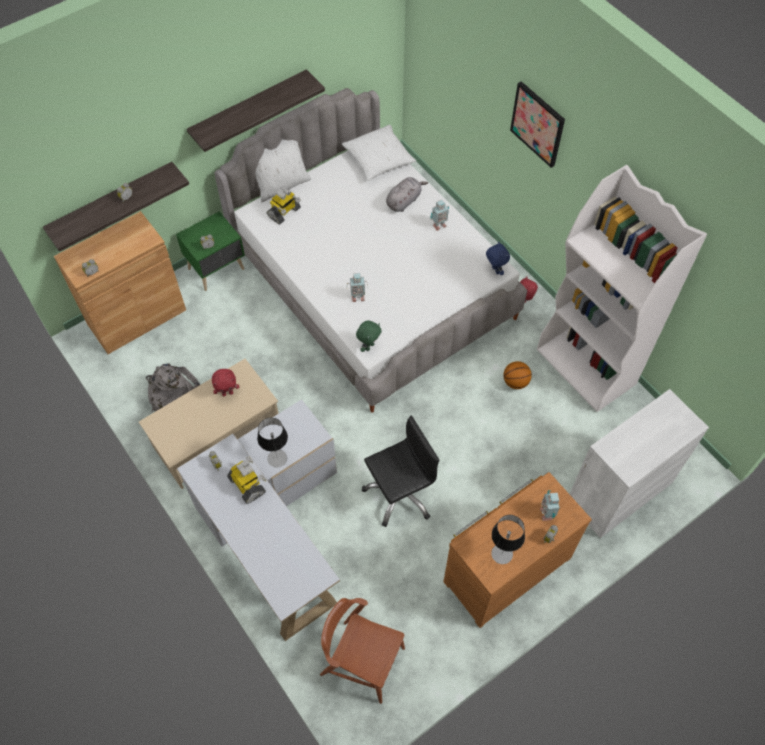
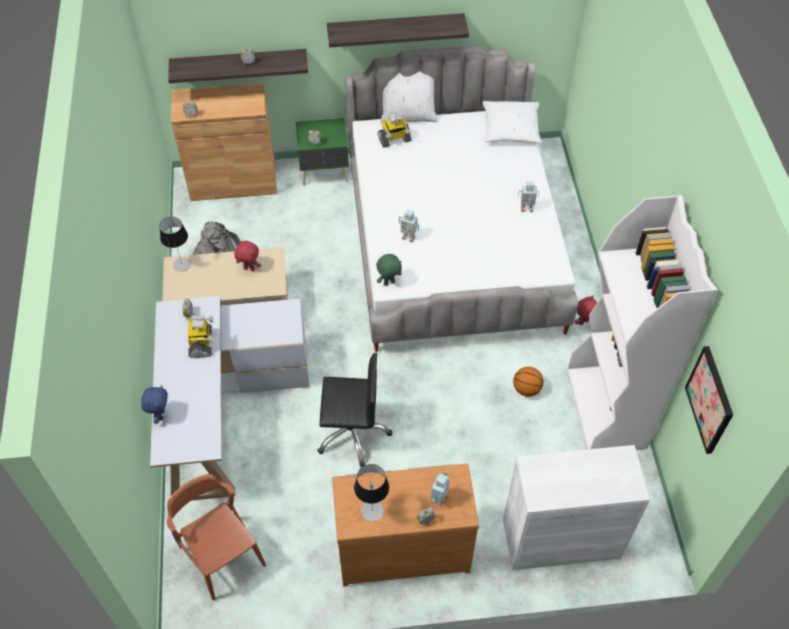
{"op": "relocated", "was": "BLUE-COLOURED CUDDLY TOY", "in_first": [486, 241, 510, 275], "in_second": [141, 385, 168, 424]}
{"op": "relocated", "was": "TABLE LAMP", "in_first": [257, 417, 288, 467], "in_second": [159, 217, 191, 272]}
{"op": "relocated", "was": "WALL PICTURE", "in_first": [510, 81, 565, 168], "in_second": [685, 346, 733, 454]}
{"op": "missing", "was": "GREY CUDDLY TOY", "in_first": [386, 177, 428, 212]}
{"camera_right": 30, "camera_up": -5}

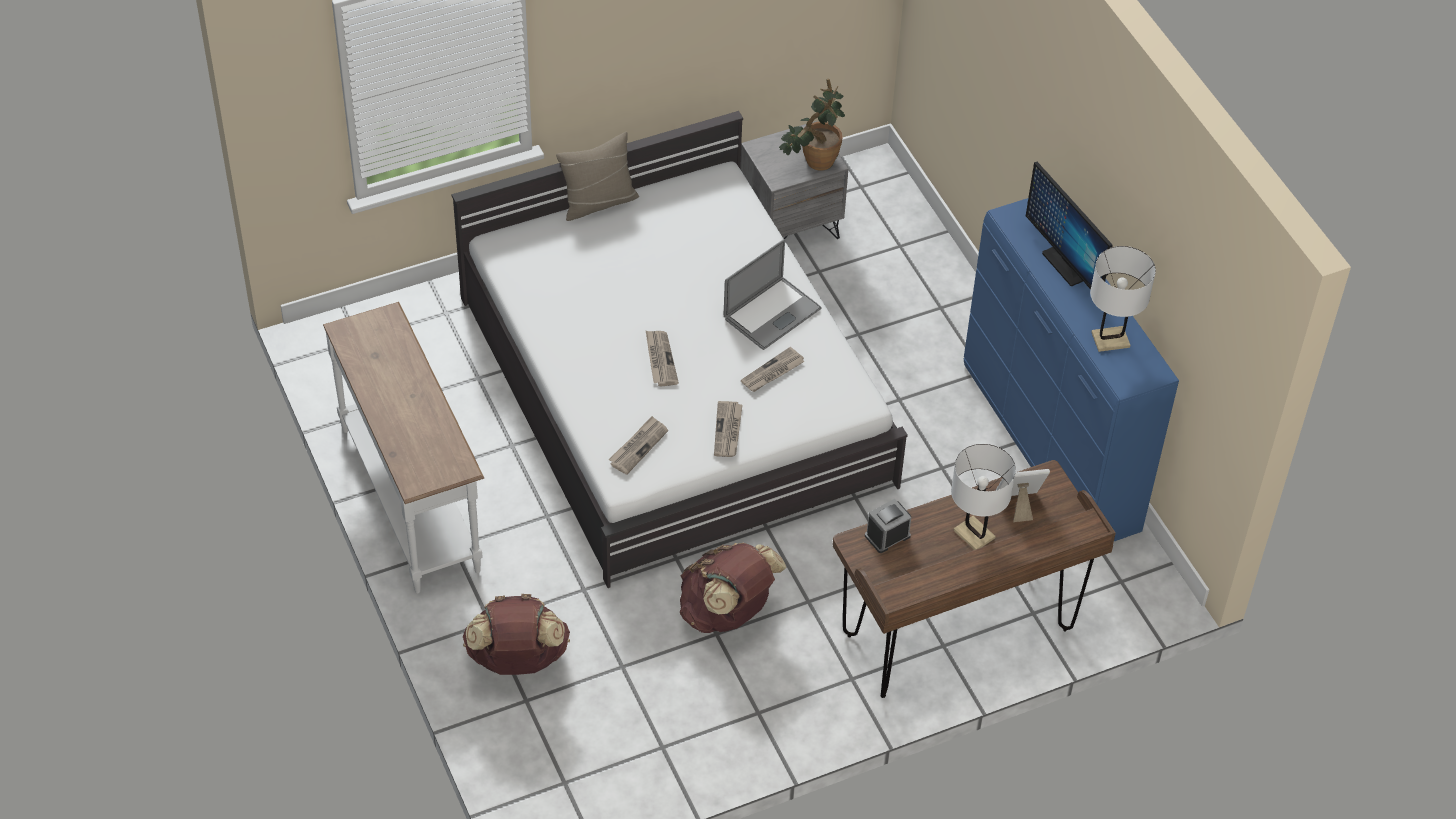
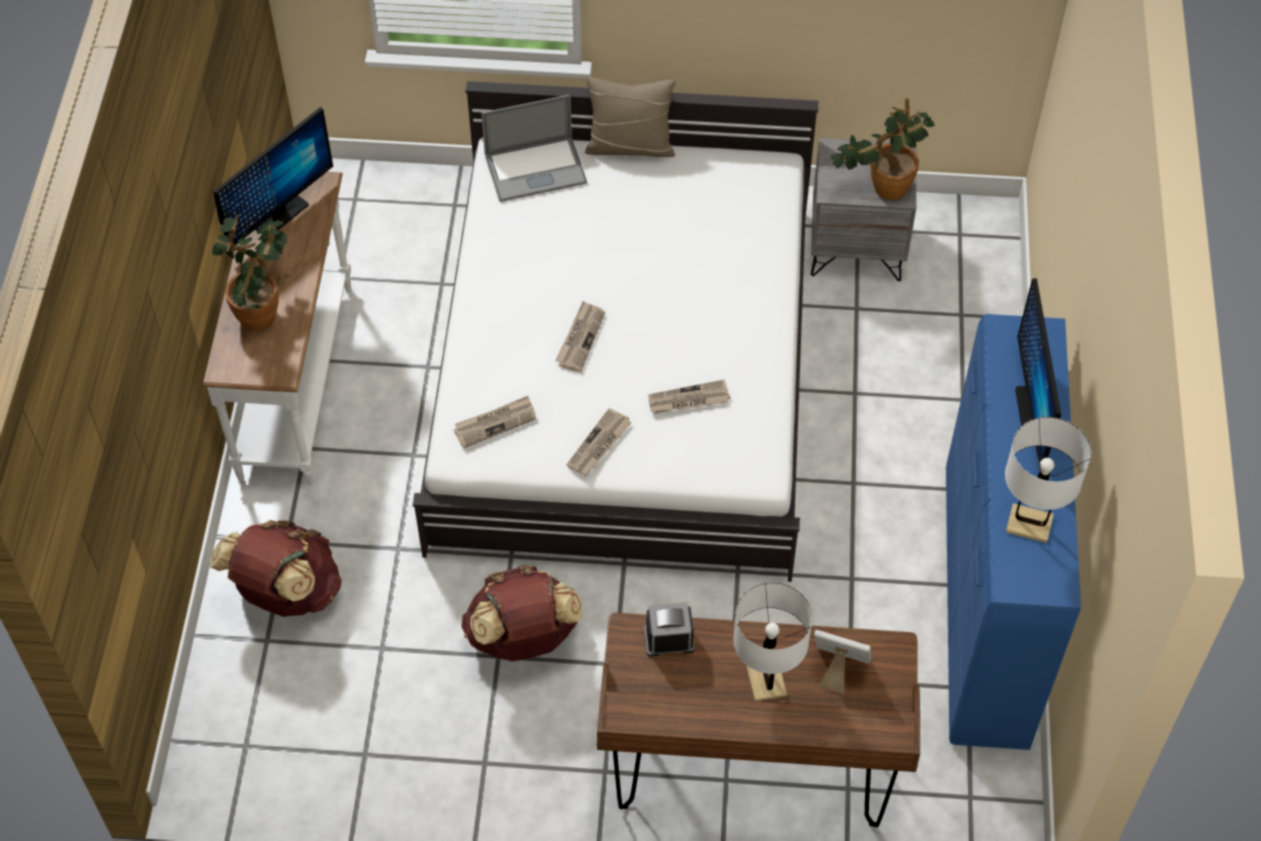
{"op": "appeared", "now": "PLANT IN A POT", "in_second": [212, 215, 288, 331]}
{"op": "appeared", "now": "COMPUTER DISPLAY", "in_second": [213, 107, 333, 250]}
{"op": "relocated", "was": "LAPTOP", "in_first": [724, 239, 821, 350], "in_second": [481, 95, 587, 202]}
{"camera_right": 30, "camera_up": 5}

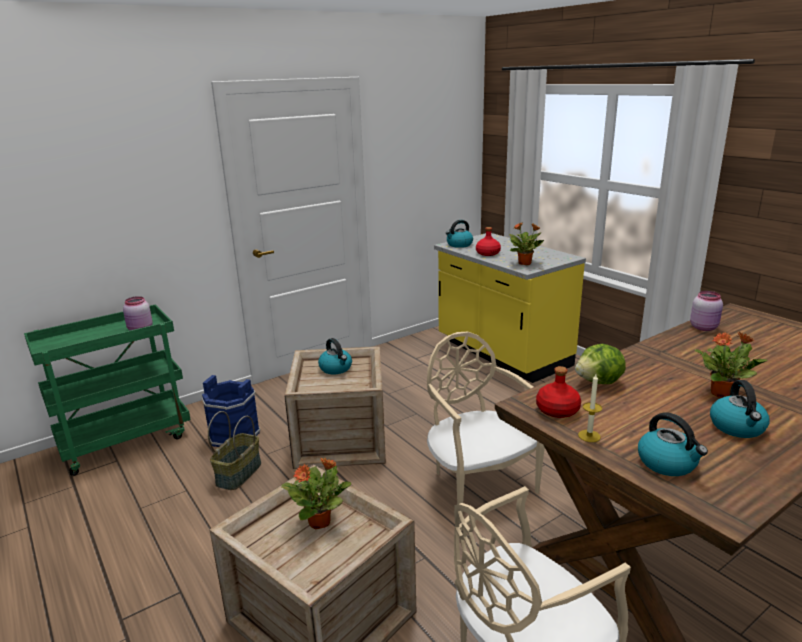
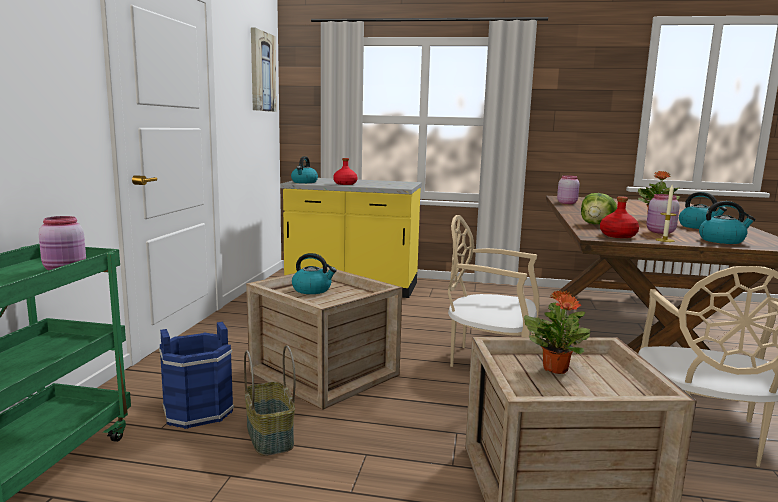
{"op": "appeared", "now": "WALL PICTURE", "in_second": [251, 28, 276, 112]}
{"op": "appeared", "now": "PINKISH PRESERVE JAR", "in_second": [647, 194, 680, 234]}
{"op": "missing", "was": "PLANT IN A POT", "in_first": [509, 222, 544, 265]}
{"camera_right": -45, "camera_up": -10}

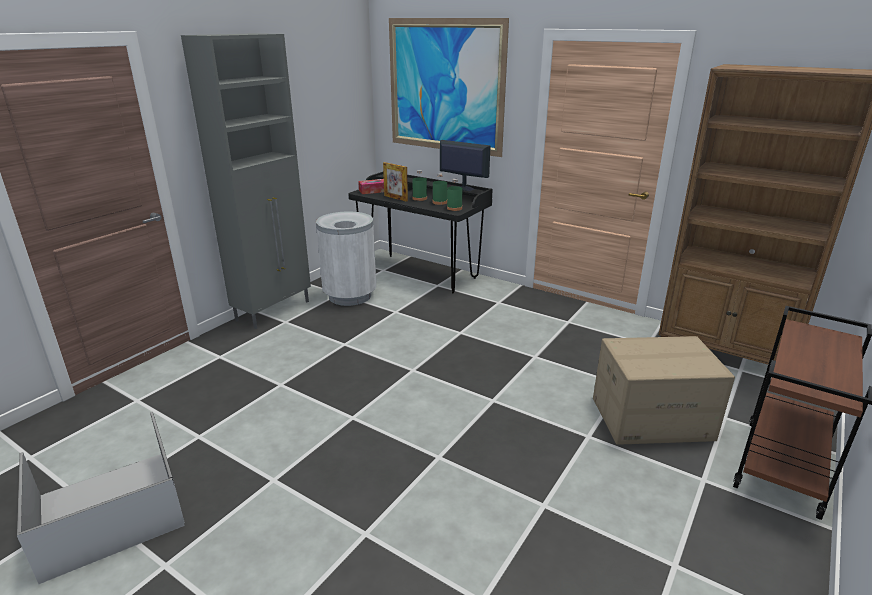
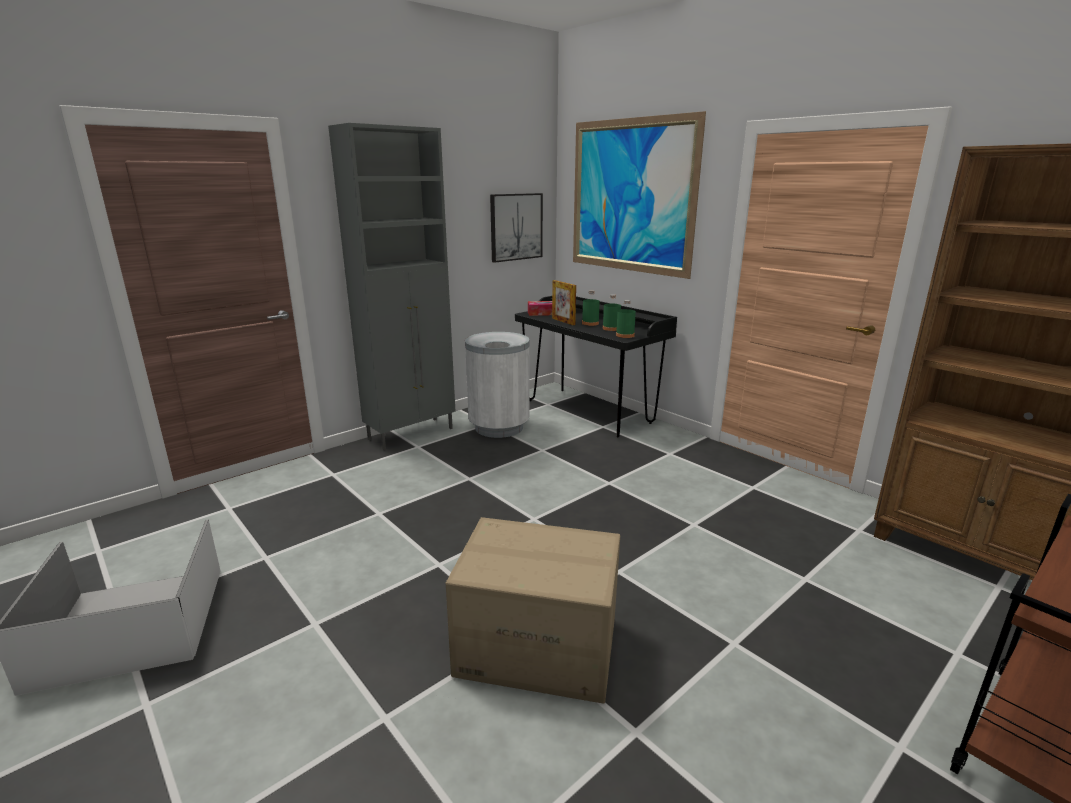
{"op": "relocated", "was": "CARTON", "in_first": [593, 336, 735, 445], "in_second": [446, 517, 620, 704]}
{"op": "appeared", "now": "WALL PICTURE", "in_second": [490, 193, 543, 262]}
{"op": "missing", "was": "COMPUTER DISPLAY", "in_first": [440, 140, 490, 191]}
{"camera_right": 15, "camera_up": -5}

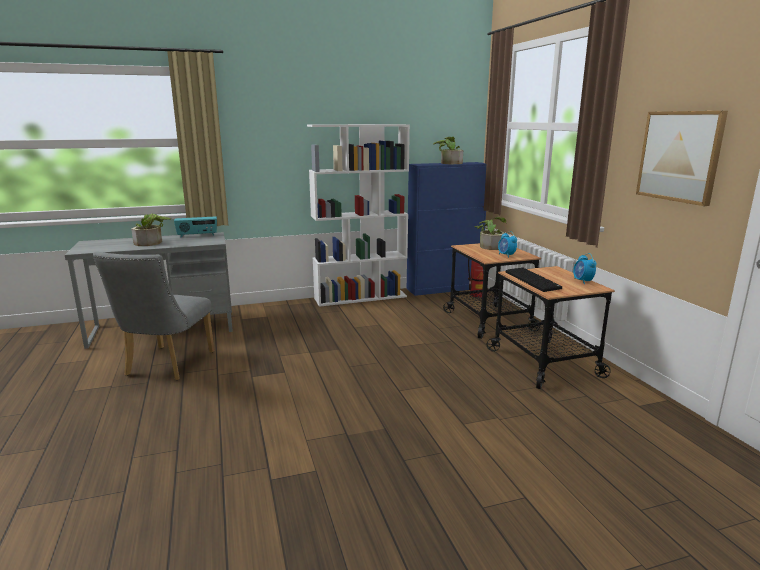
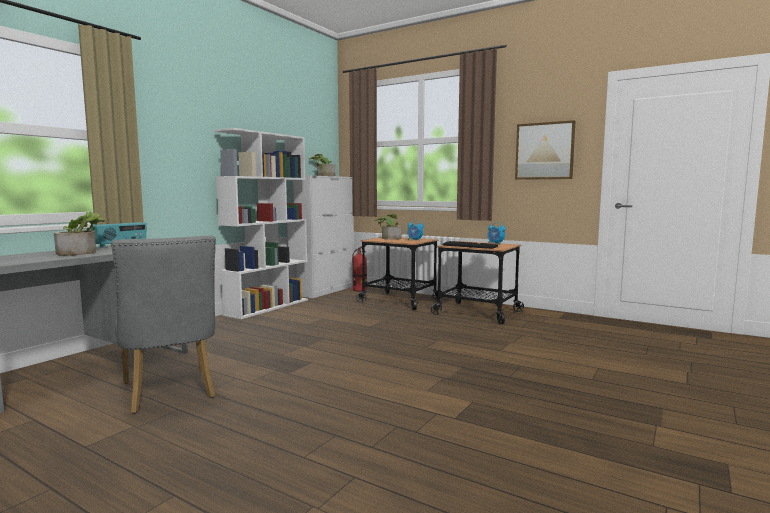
{"op": "colour", "was": "BLUE-COLOURED STORAGE CABINET", "now": "WHITE-COLOURED STORAGE CABINET", "in_first": [407, 162, 486, 296], "in_second": [293, 175, 354, 298]}
{"camera_right": -40, "camera_up": -10}

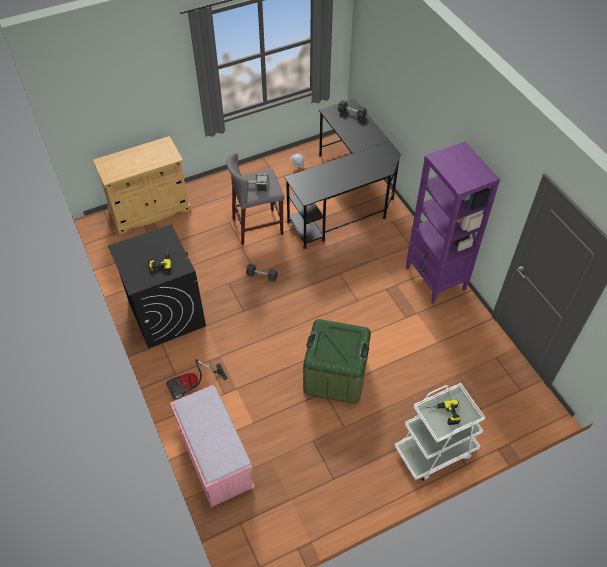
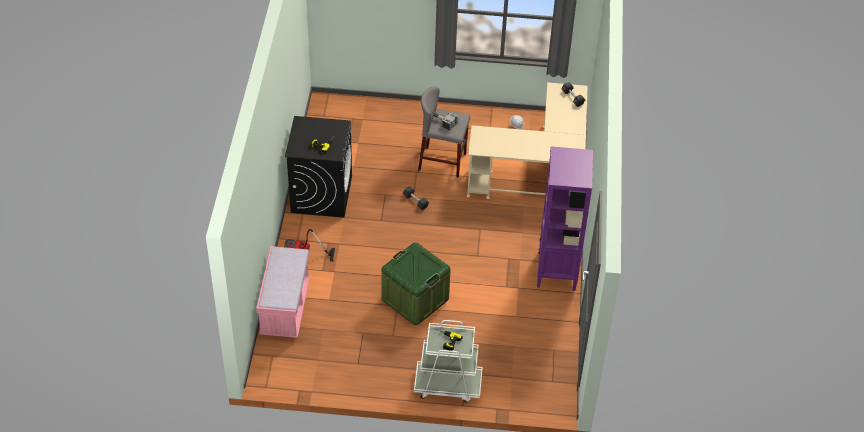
{"op": "colour", "was": "BLACKISH DESK TABLE", "now": "BEIGE-COLOURED DESK TABLE", "in_first": [284, 98, 401, 249], "in_second": [466, 82, 588, 199]}
{"op": "missing", "was": "BEIGE-COLOURED STORAGE CABINET", "in_first": [93, 136, 191, 234]}
{"camera_right": 30, "camera_up": -5}

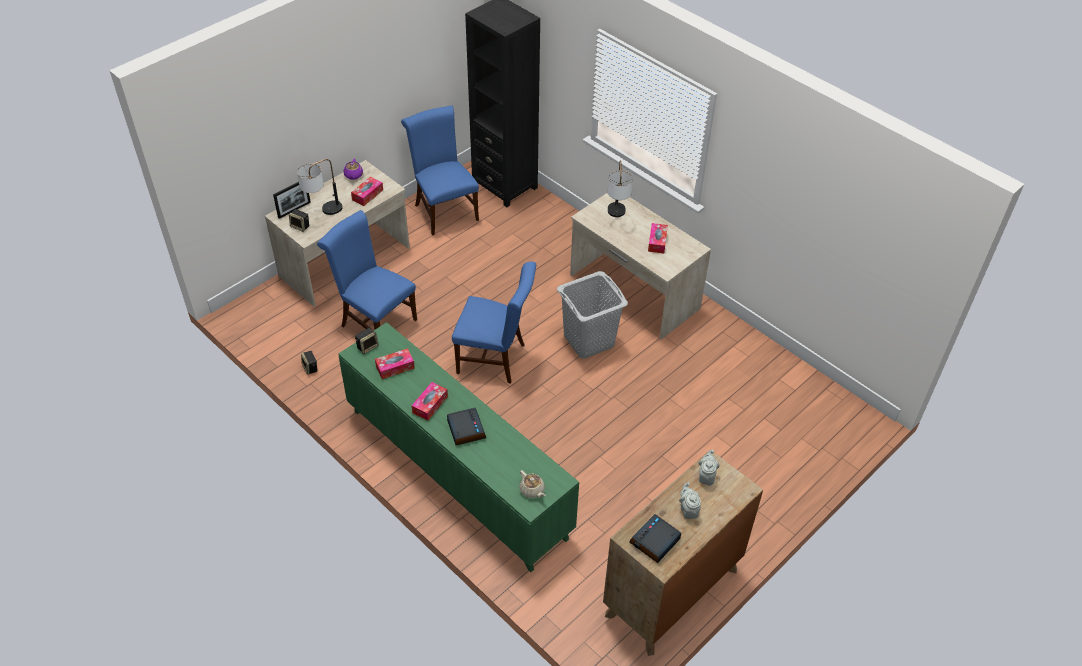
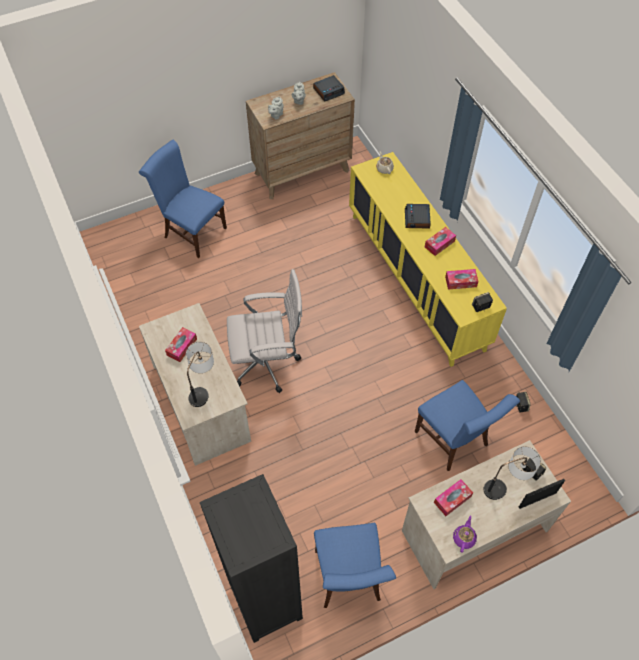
{"op": "relocated", "was": "BLUE-COLOURED PLAIN CHAIR", "in_first": [452, 262, 536, 384], "in_second": [139, 140, 227, 258]}
{"op": "exchanged", "was": "GREY HAMPER", "now": "WHITE-COLOURED OFFICE CHAIR", "in_first": [557, 271, 628, 359], "in_second": [227, 269, 302, 393]}
{"op": "colour", "was": "GREEN-COLOURED STORAGE CABINET", "now": "YELLOW STORAGE CABINET", "in_first": [338, 322, 579, 572], "in_second": [349, 152, 507, 367]}
{"camera_right": -160, "camera_up": 10}

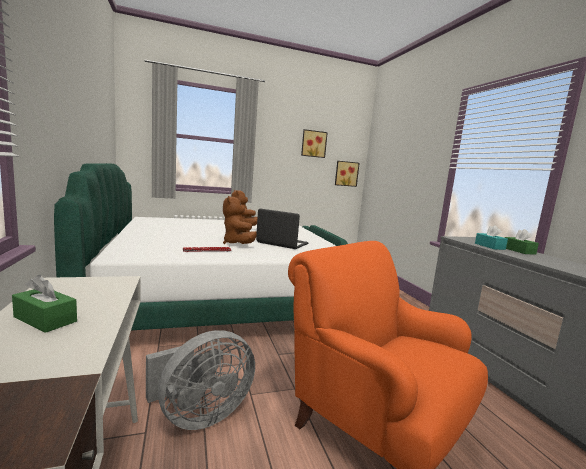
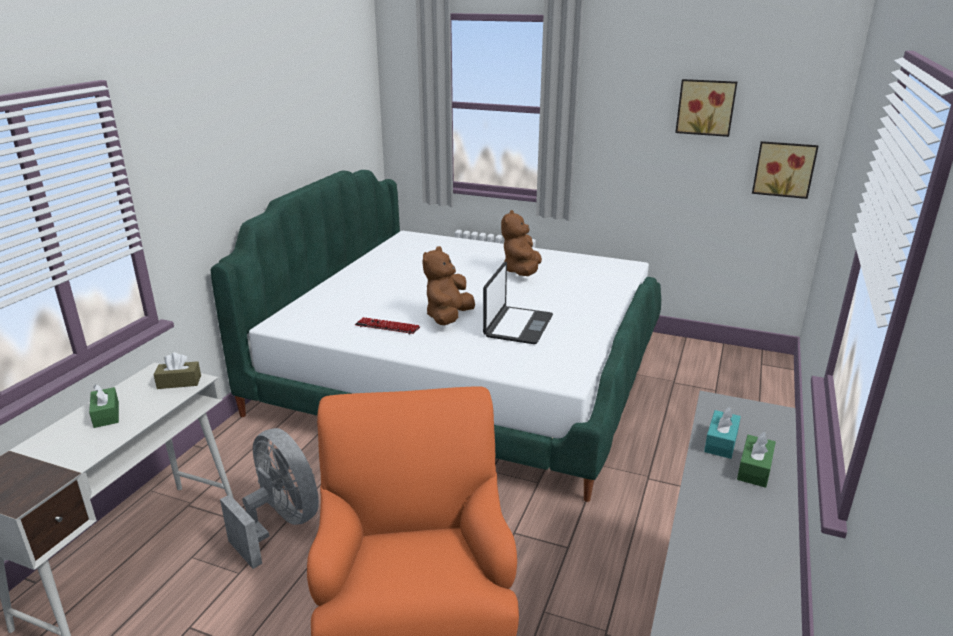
{"op": "appeared", "now": "BROWN TISSUE BOX", "in_second": [154, 352, 201, 389]}
{"op": "spun", "was": "GREY FAN", "in_first": [146, 330, 255, 430], "in_second": [220, 428, 319, 569], "clockwise": -135}
{"op": "spun", "was": "LAPTOP", "in_first": [256, 209, 309, 249], "in_second": [483, 262, 553, 344], "clockwise": 45}
{"camera_right": 40, "camera_up": 15}

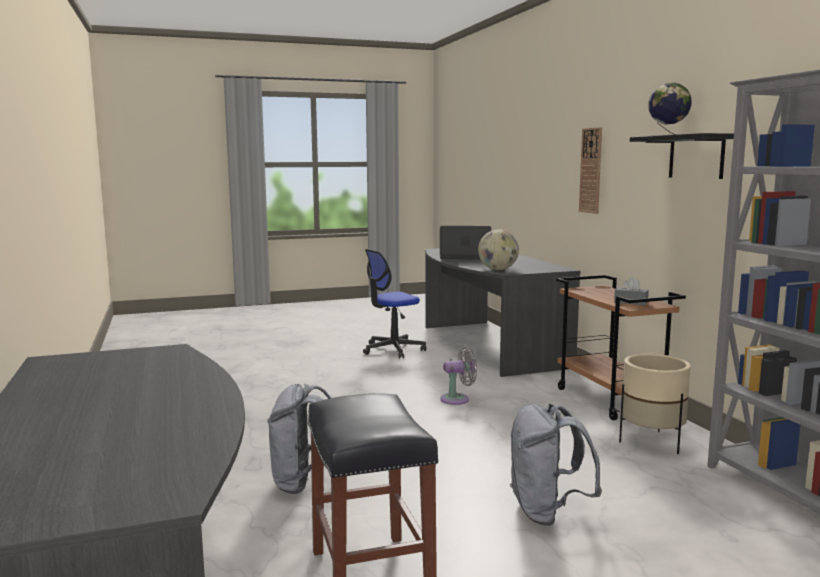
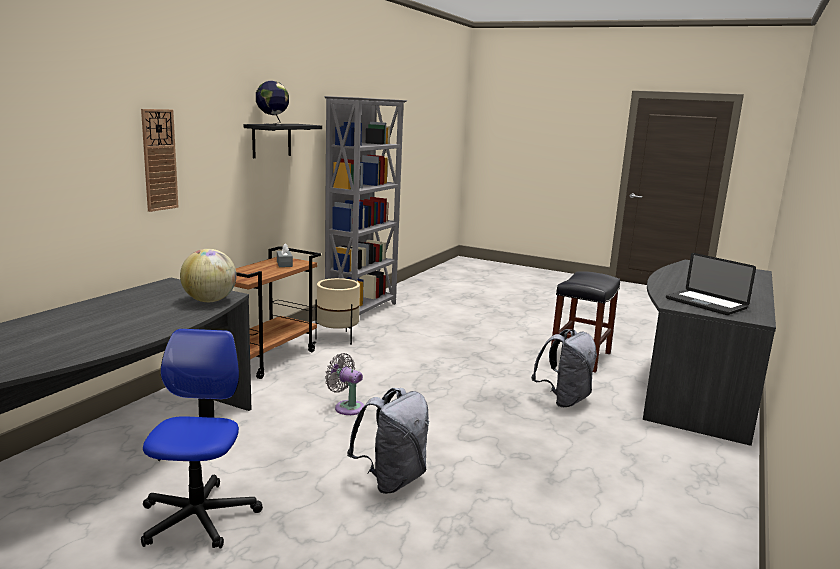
{"op": "spun", "was": "OFFICE CHAIR", "in_first": [363, 249, 426, 359], "in_second": [141, 329, 263, 548], "clockwise": -105}
{"op": "relocated", "was": "GREY RUCKSACK", "in_first": [510, 404, 602, 526], "in_second": [347, 388, 429, 494]}
{"op": "relocated", "was": "LAPTOP", "in_first": [440, 226, 491, 259], "in_second": [666, 253, 756, 315]}
{"camera_right": -135, "camera_up": 5}

